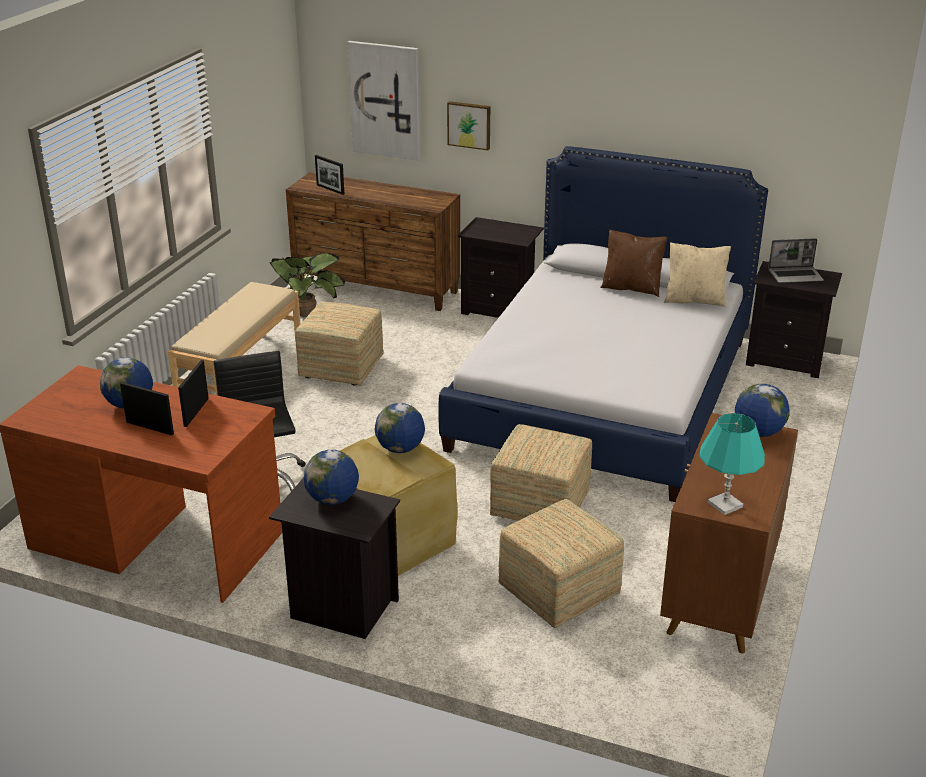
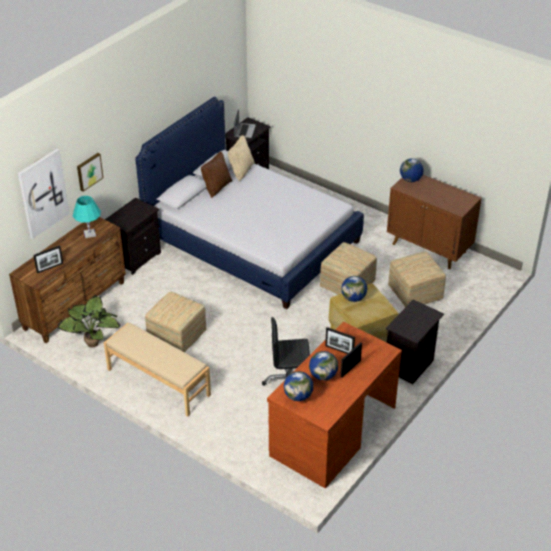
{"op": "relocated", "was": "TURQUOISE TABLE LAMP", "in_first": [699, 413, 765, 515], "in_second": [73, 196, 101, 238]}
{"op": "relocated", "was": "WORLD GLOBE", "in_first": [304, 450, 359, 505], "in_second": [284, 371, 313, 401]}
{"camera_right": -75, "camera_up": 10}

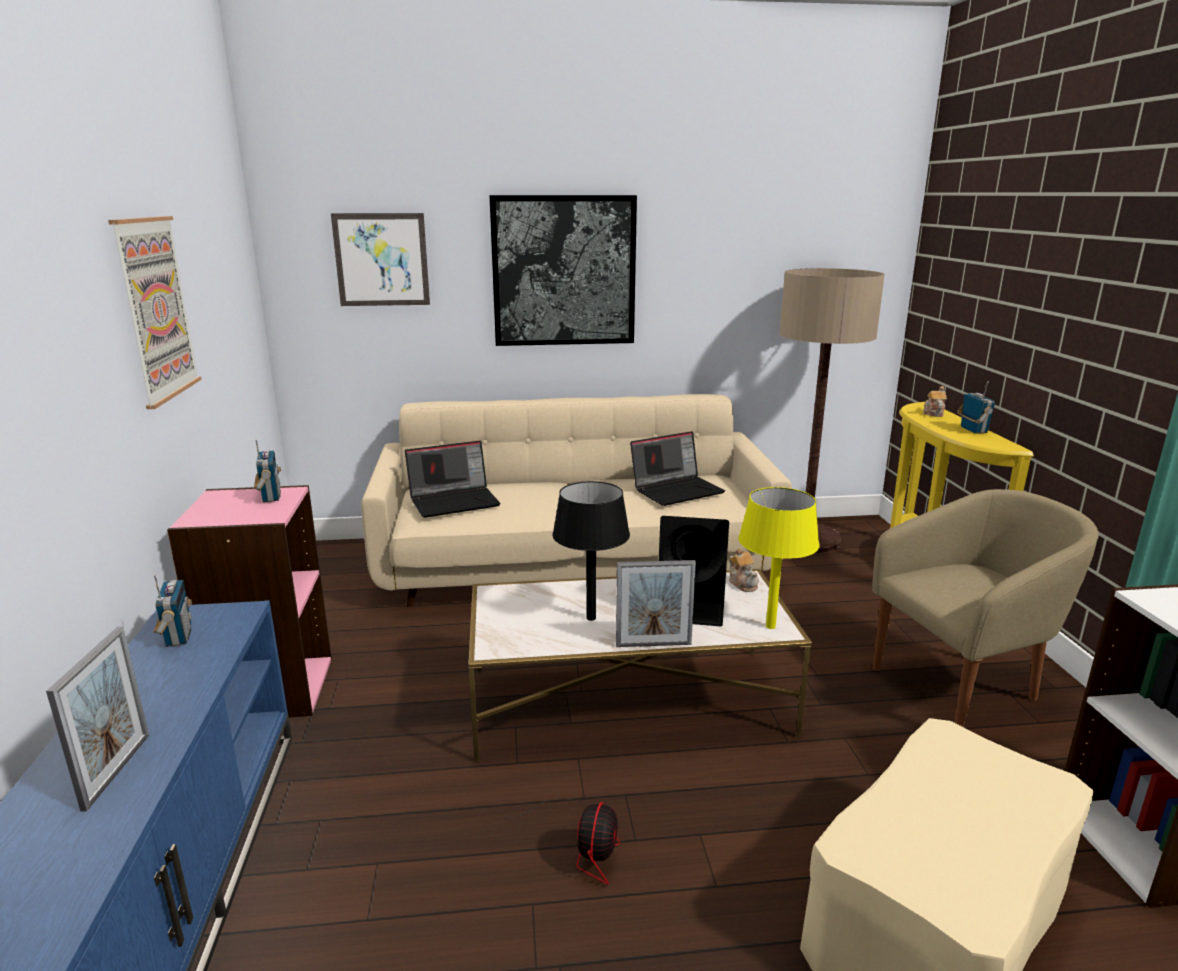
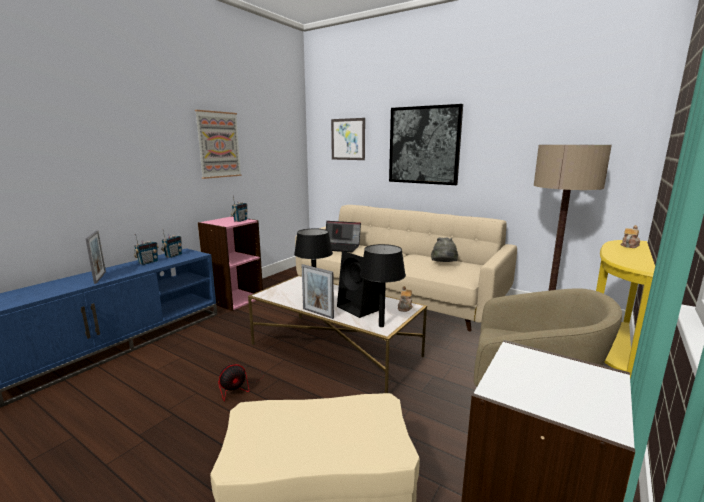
{"op": "spun", "was": "PICTURE FRAME", "in_first": [46, 626, 149, 811], "in_second": [85, 230, 106, 284], "clockwise": -60}
{"op": "relocated", "was": "RADIO", "in_first": [957, 381, 995, 434], "in_second": [134, 234, 158, 265]}
{"op": "colour", "was": "YELLOW TABLE LAMP", "now": "BLACKISH TABLE LAMP", "in_first": [738, 487, 820, 629], "in_second": [360, 244, 406, 327]}
{"op": "exchanged", "was": "LAPTOP", "now": "GREY CLOTHING HAT", "in_first": [630, 431, 725, 506], "in_second": [431, 237, 458, 262]}
{"camera_right": 40, "camera_up": -5}

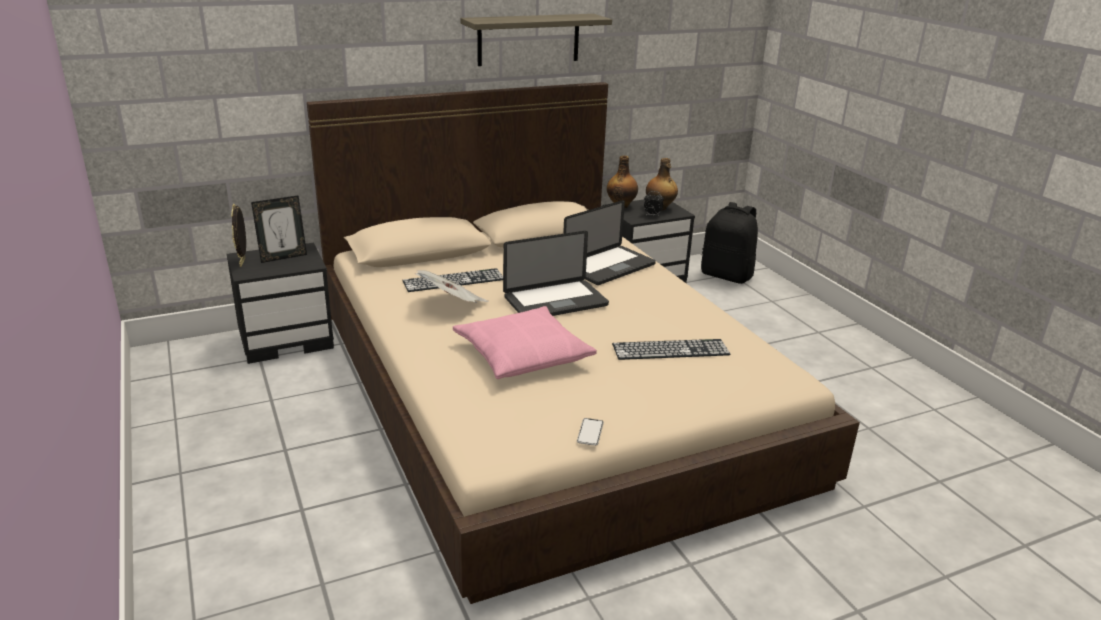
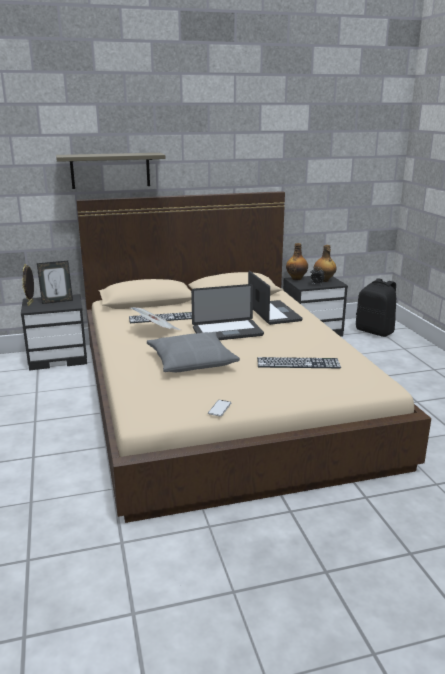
{"op": "relocated", "was": "SHELF", "in_first": [460, 14, 612, 66], "in_second": [56, 153, 166, 189]}
{"op": "colour", "was": "PINKISH THROW PILLOW", "now": "GREY THROW PILLOW", "in_first": [453, 306, 597, 379], "in_second": [147, 332, 240, 372]}
{"op": "spun", "was": "LAPTOP", "in_first": [563, 200, 656, 285], "in_second": [248, 270, 303, 325], "clockwise": -75}
{"camera_right": 10, "camera_up": -5}

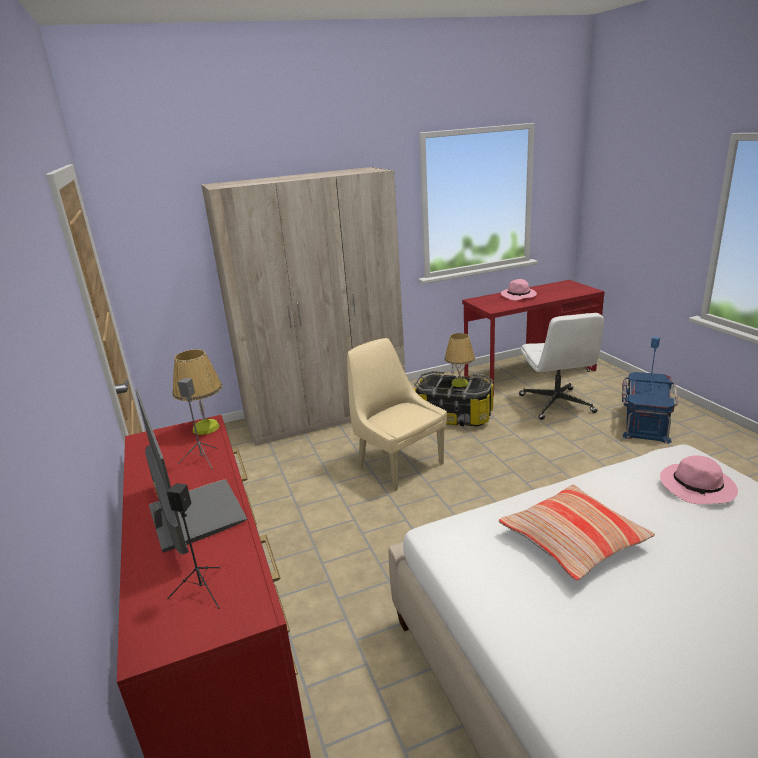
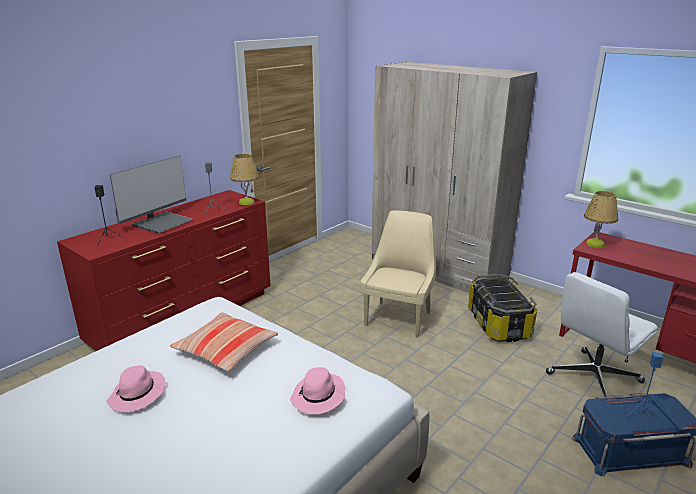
{"op": "relocated", "was": "PINKISH CLOTHING HAT", "in_first": [501, 279, 537, 301], "in_second": [106, 365, 165, 412]}
{"op": "relocated", "was": "TABLE LAMP", "in_first": [445, 333, 475, 387], "in_second": [584, 191, 618, 248]}
{"camera_right": 60, "camera_up": 0}

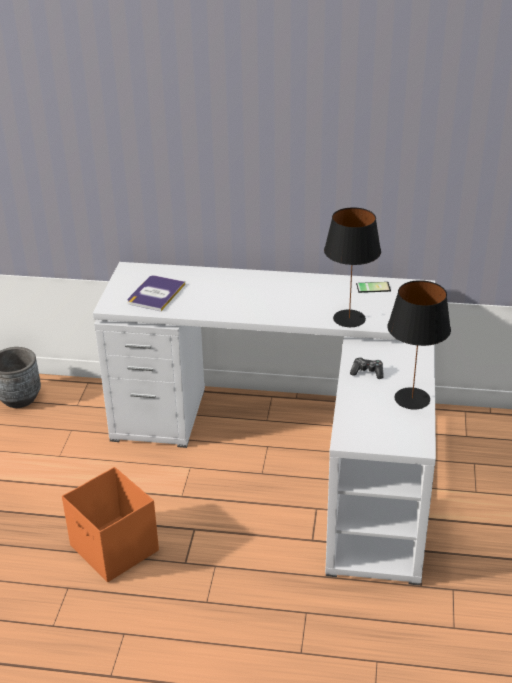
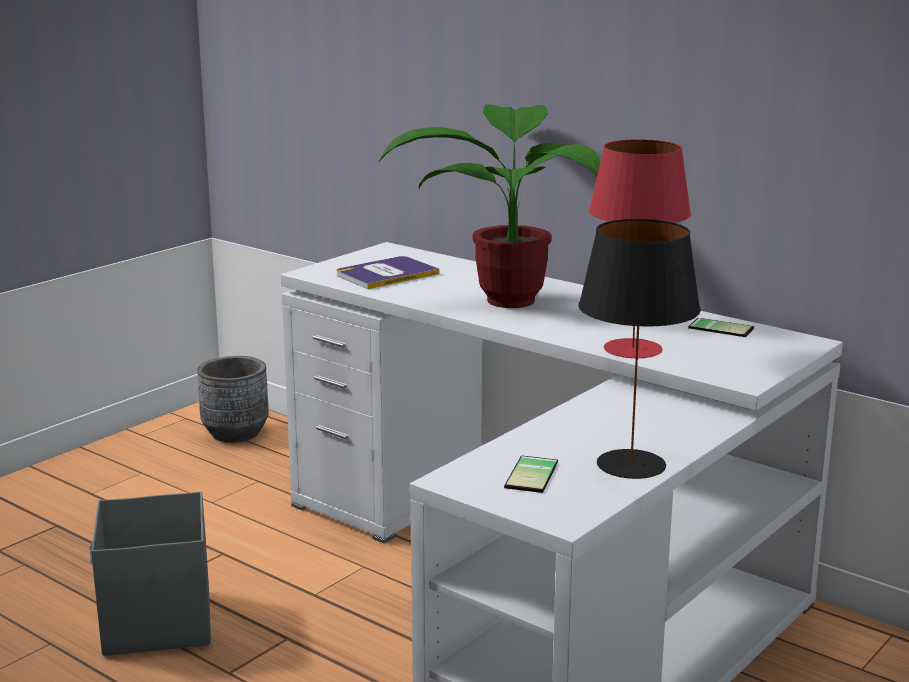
{"op": "colour", "was": "ORANGE STORAGE CONTAINER", "now": "GREY STORAGE CONTAINER", "in_first": [62, 467, 159, 582], "in_second": [90, 492, 211, 656]}
{"op": "appeared", "now": "PLANT IN A POT", "in_second": [378, 105, 601, 308]}
{"op": "appeared", "now": "PHONE", "in_second": [504, 455, 558, 493]}
{"op": "colour", "was": "BLACKISH TABLE LAMP", "now": "REDDISH TABLE LAMP", "in_first": [324, 207, 381, 327], "in_second": [589, 139, 691, 358]}
{"op": "missing", "was": "GAMEPAD", "in_first": [350, 358, 384, 379]}
{"camera_right": 30, "camera_up": -15}

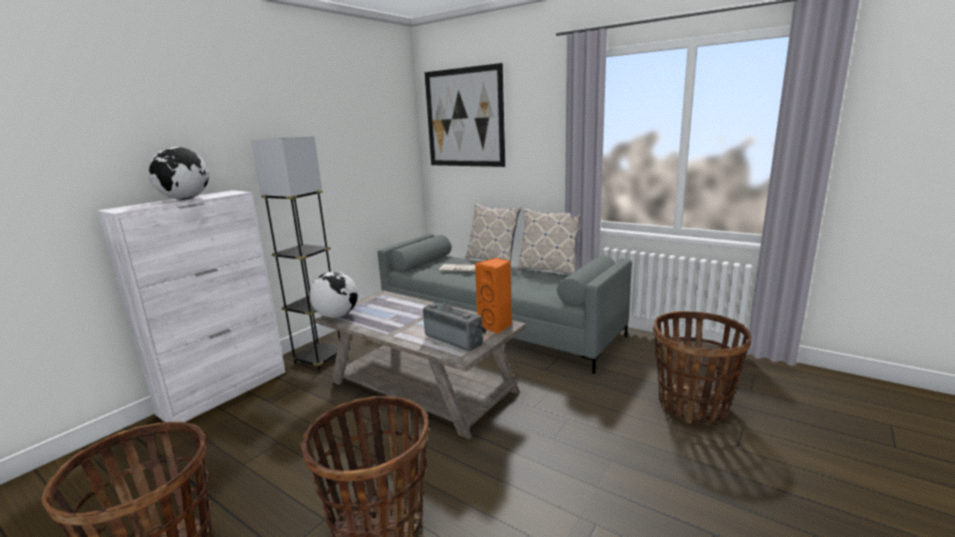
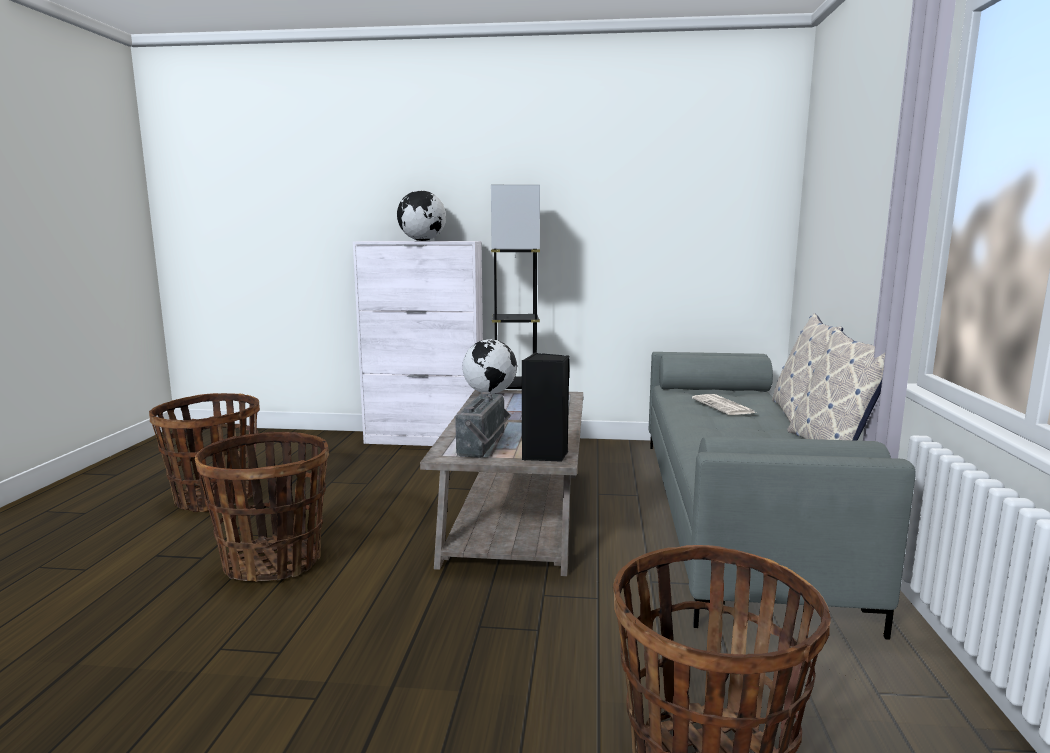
{"op": "colour", "was": "ORANGE AUDIO SPEAKER", "now": "BLACKISH AUDIO SPEAKER", "in_first": [475, 258, 512, 334], "in_second": [522, 353, 570, 462]}
{"op": "missing", "was": "WALL PICTURE", "in_first": [425, 63, 505, 167]}
{"camera_right": 60, "camera_up": -5}

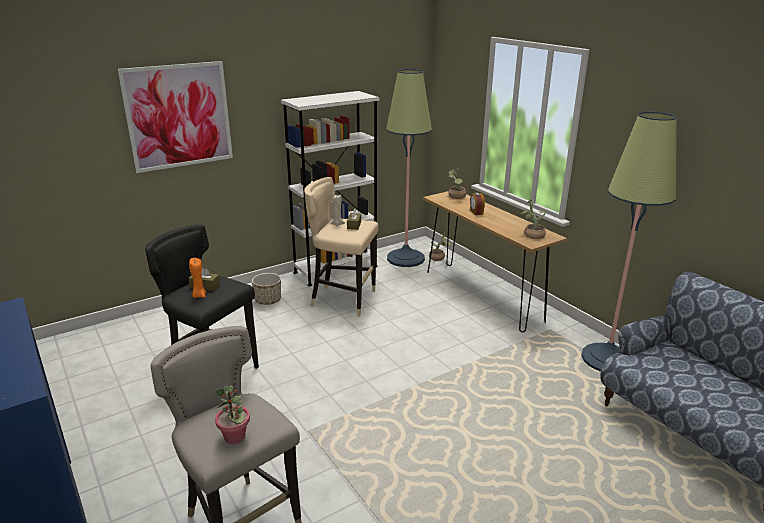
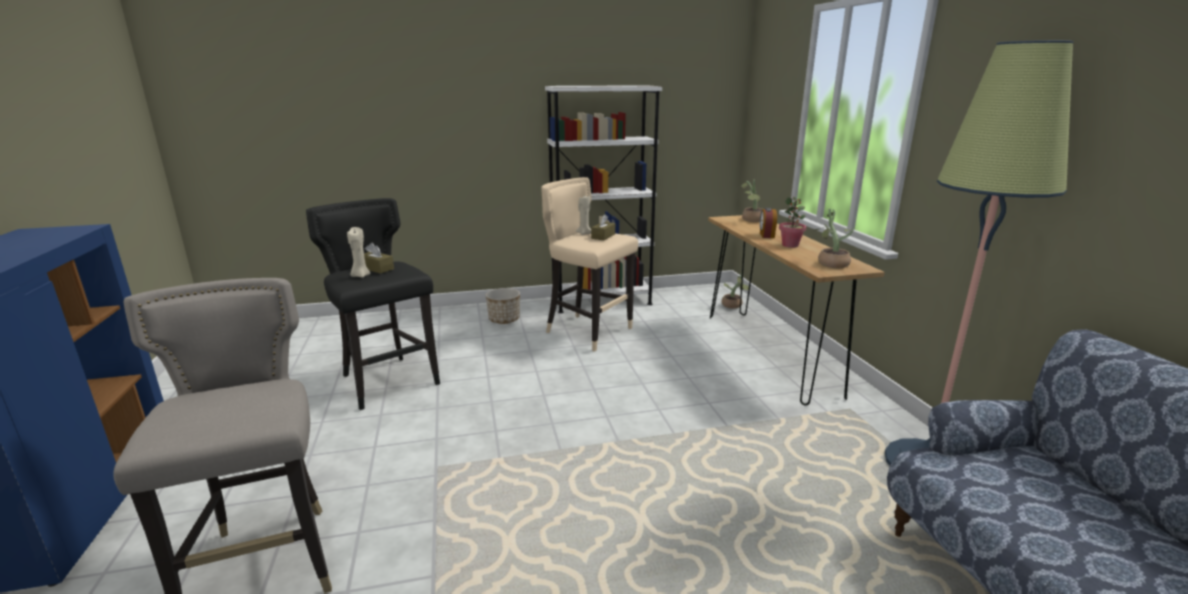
{"op": "colour", "was": "ORANGE WAX LIGHT", "now": "BEIGE-COLOURED WAX LIGHT", "in_first": [189, 258, 206, 298], "in_second": [347, 227, 371, 277]}
{"op": "relocated", "was": "PLANT IN A POT", "in_first": [215, 385, 250, 444], "in_second": [779, 197, 806, 248]}
{"op": "missing", "was": "WALL PICTURE", "in_first": [117, 61, 233, 173]}
{"op": "missing", "was": "STANDARD LAMP", "in_first": [386, 69, 432, 267]}
{"camera_right": 20, "camera_up": -5}

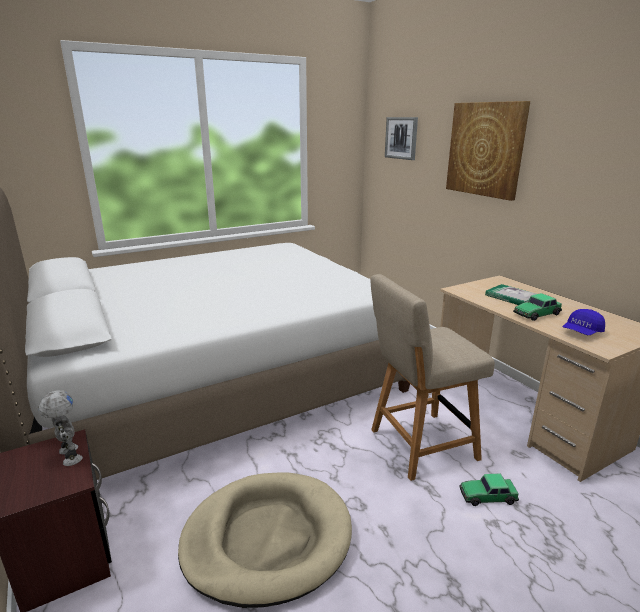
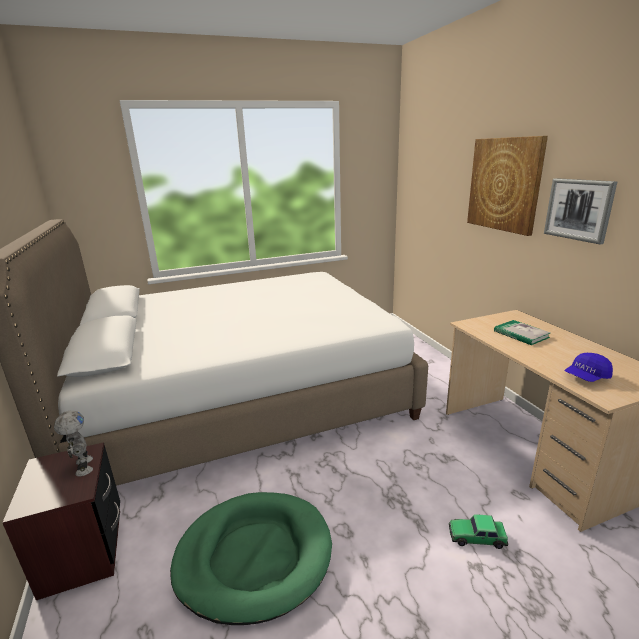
{"op": "colour", "was": "BEIGE-COLOURED DOG BED", "now": "GREEN-COLOURED DOG BED", "in_first": [178, 473, 352, 608], "in_second": [170, 492, 332, 625]}
{"op": "relocated", "was": "WALL PICTURE", "in_first": [385, 117, 418, 160], "in_second": [544, 178, 617, 245]}
{"op": "missing", "was": "BEIGE-COLOURED PLAIN CHAIR", "in_first": [370, 274, 495, 481]}
{"op": "missing", "was": "MINIATURE CAR", "in_first": [513, 293, 562, 321]}
{"camera_right": 10, "camera_up": 0}

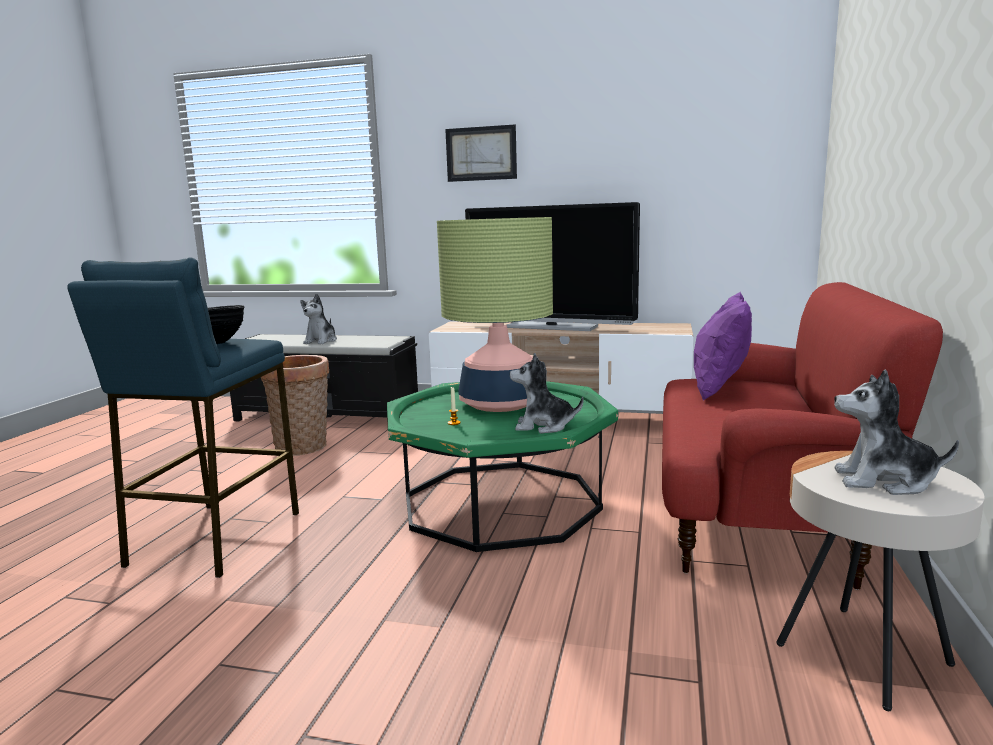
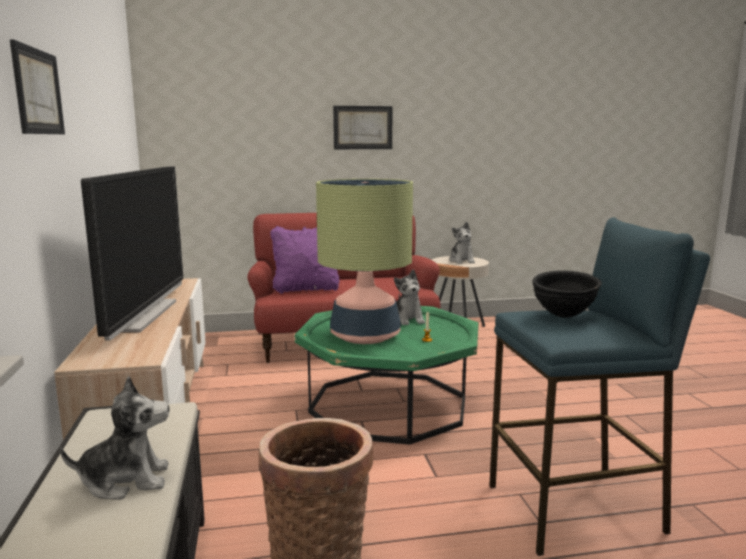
{"op": "appeared", "now": "WALL PICTURE", "in_second": [333, 106, 392, 149]}
{"camera_right": -115, "camera_up": 0}

